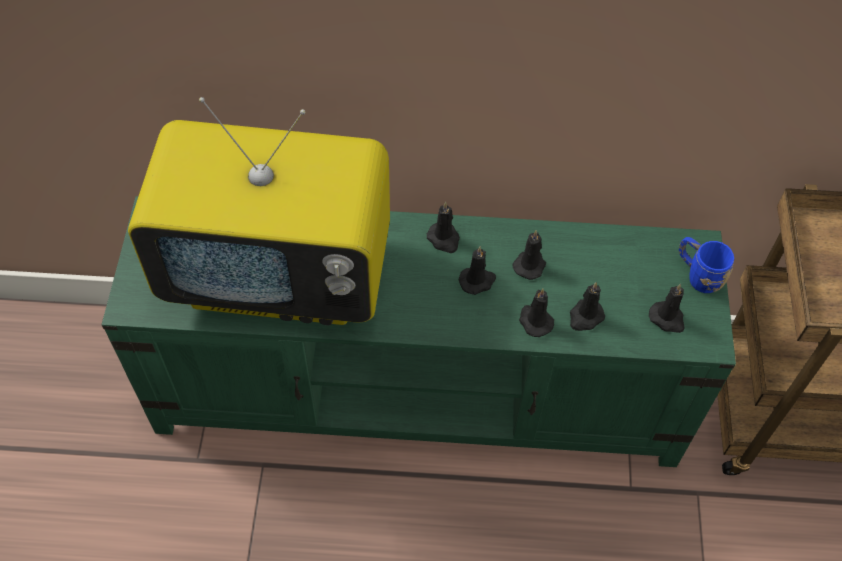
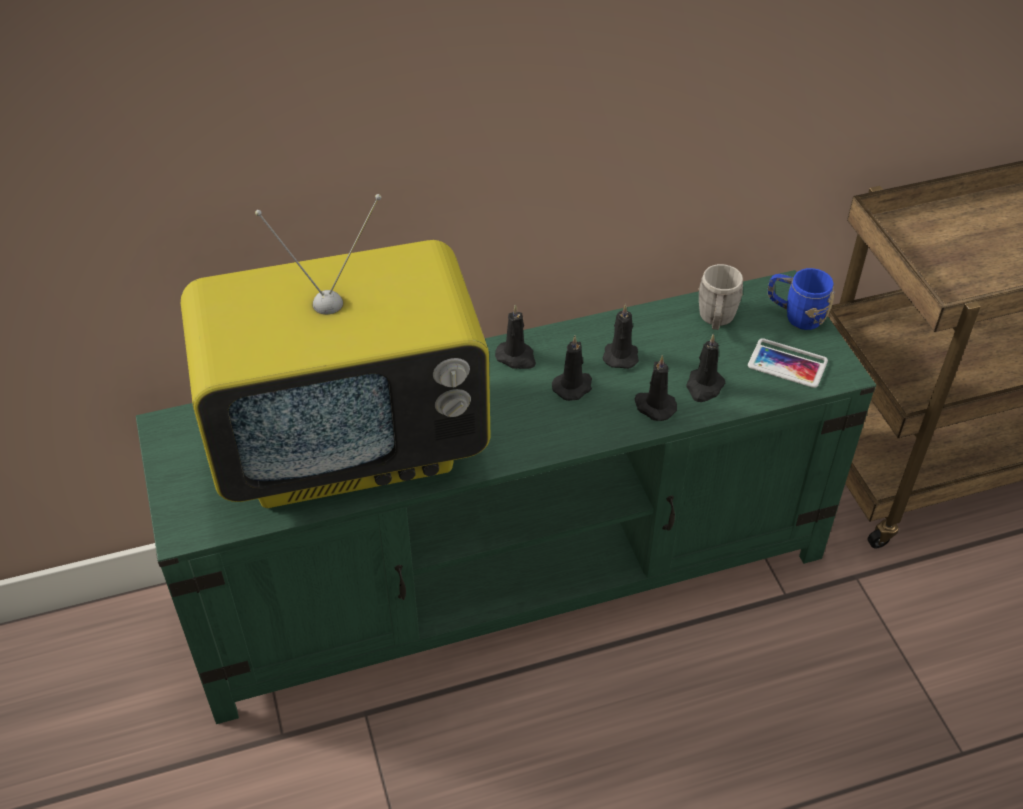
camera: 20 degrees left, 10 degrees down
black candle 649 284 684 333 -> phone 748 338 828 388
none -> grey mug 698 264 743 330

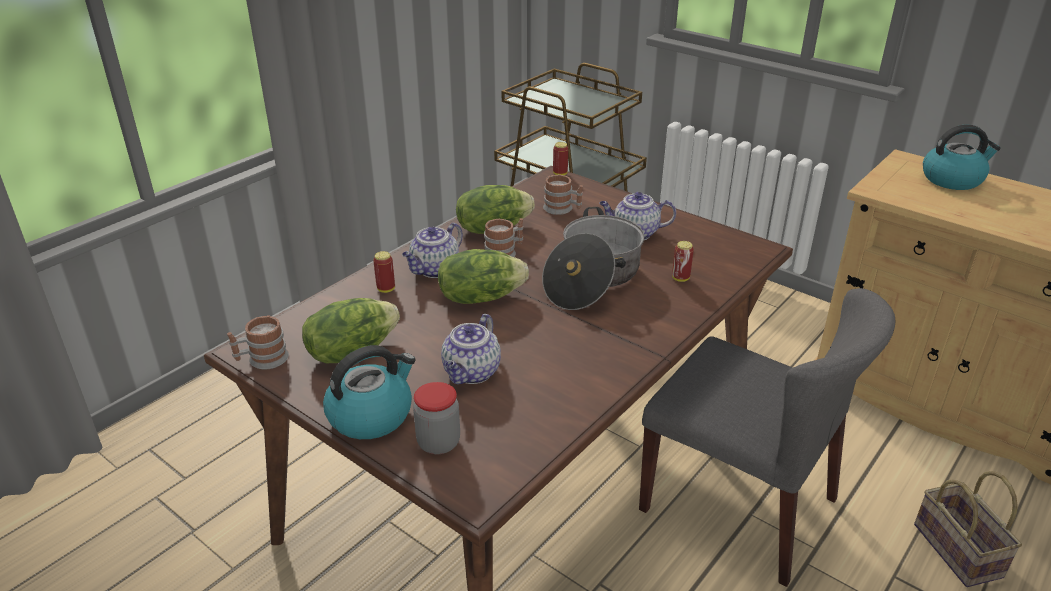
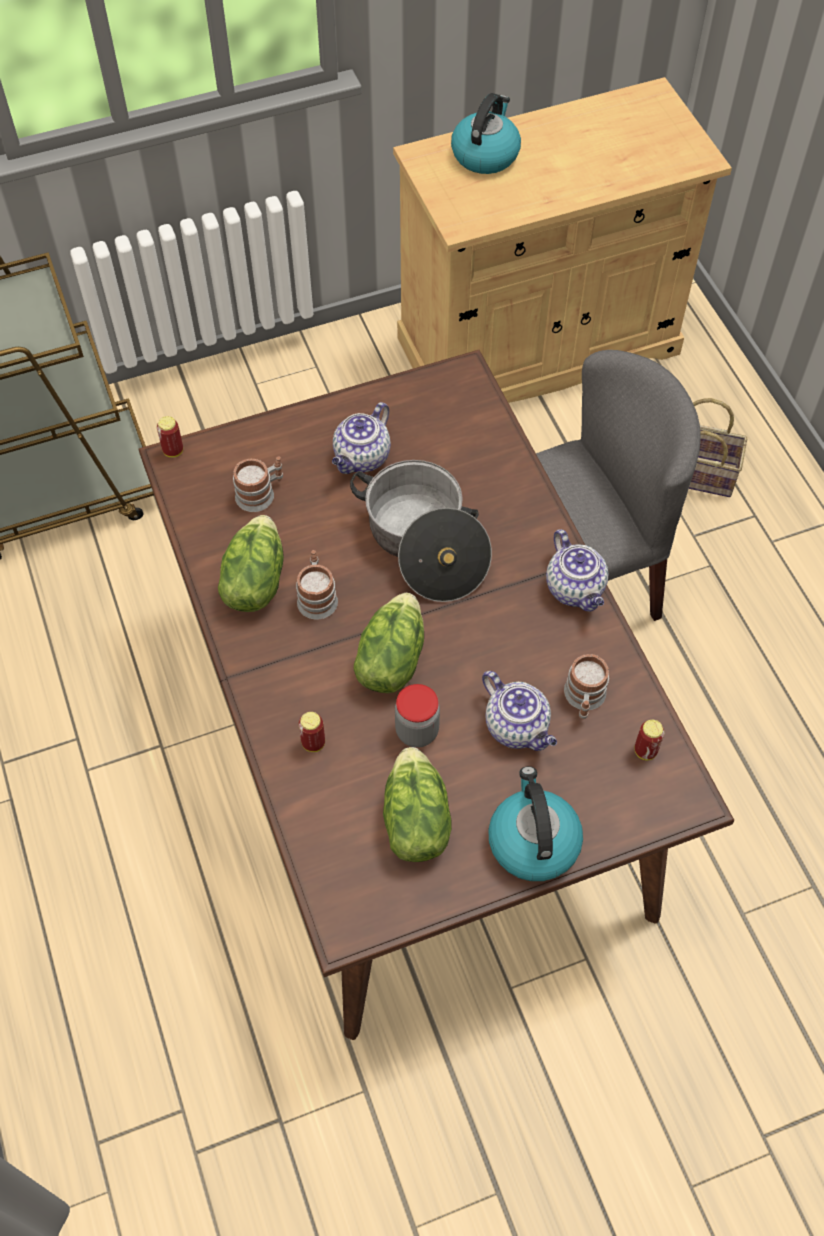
camera: 60 degrees left, 25 degrees up
mug 227 315 289 370 -> mug 564 654 609 719, moved
teapot 402 223 463 278 -> teapot 546 529 608 612, moved
jar 413 382 460 454 -> jar 395 684 440 748, moved
can 672 241 694 282 -> can 634 720 664 760, moved

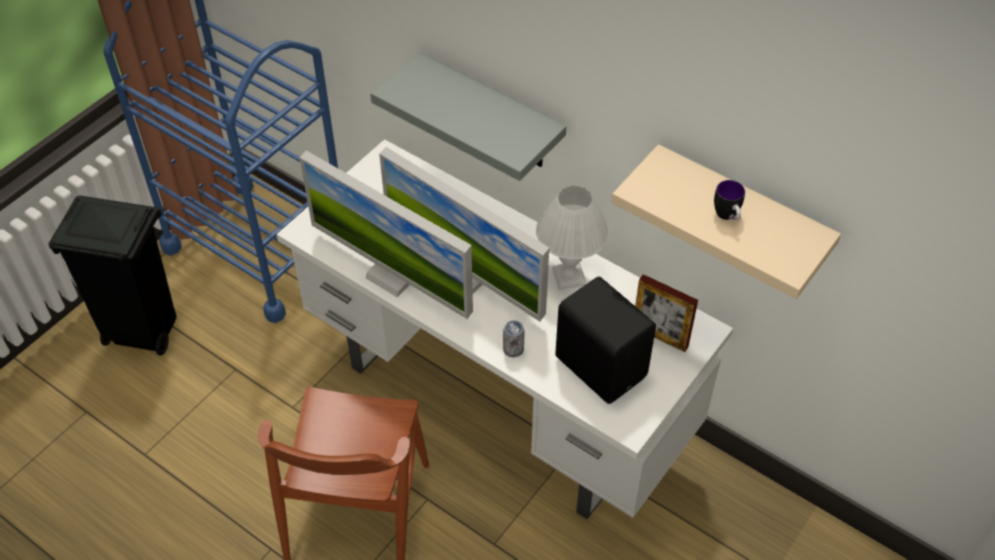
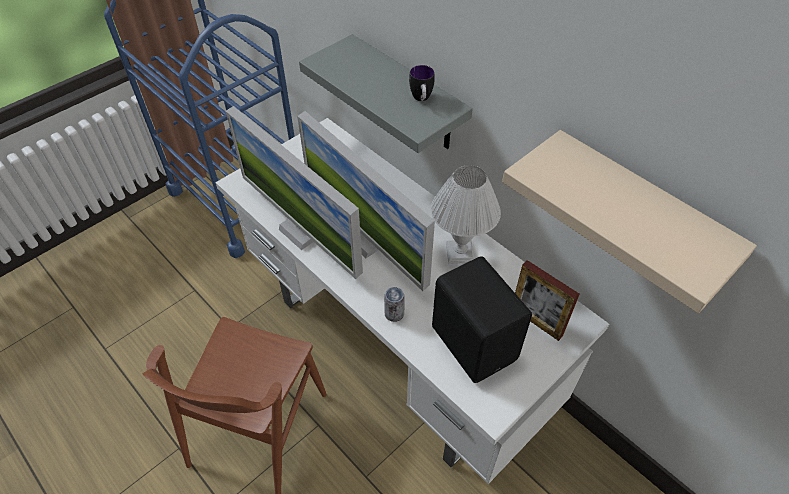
camera: 10 degrees right, 0 degrees up
black trash can 48 196 176 355 -> none
mug 714 180 745 220 -> mug 409 65 435 101, moved

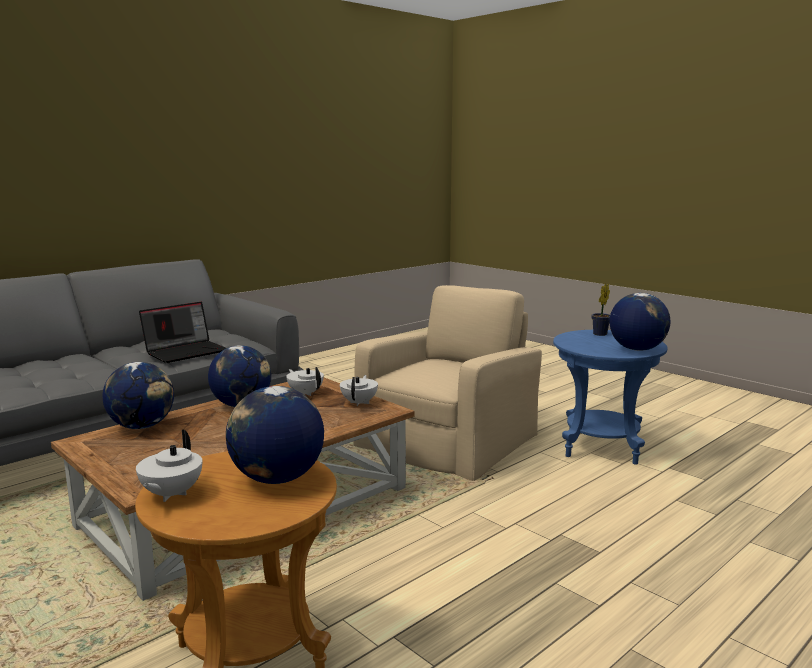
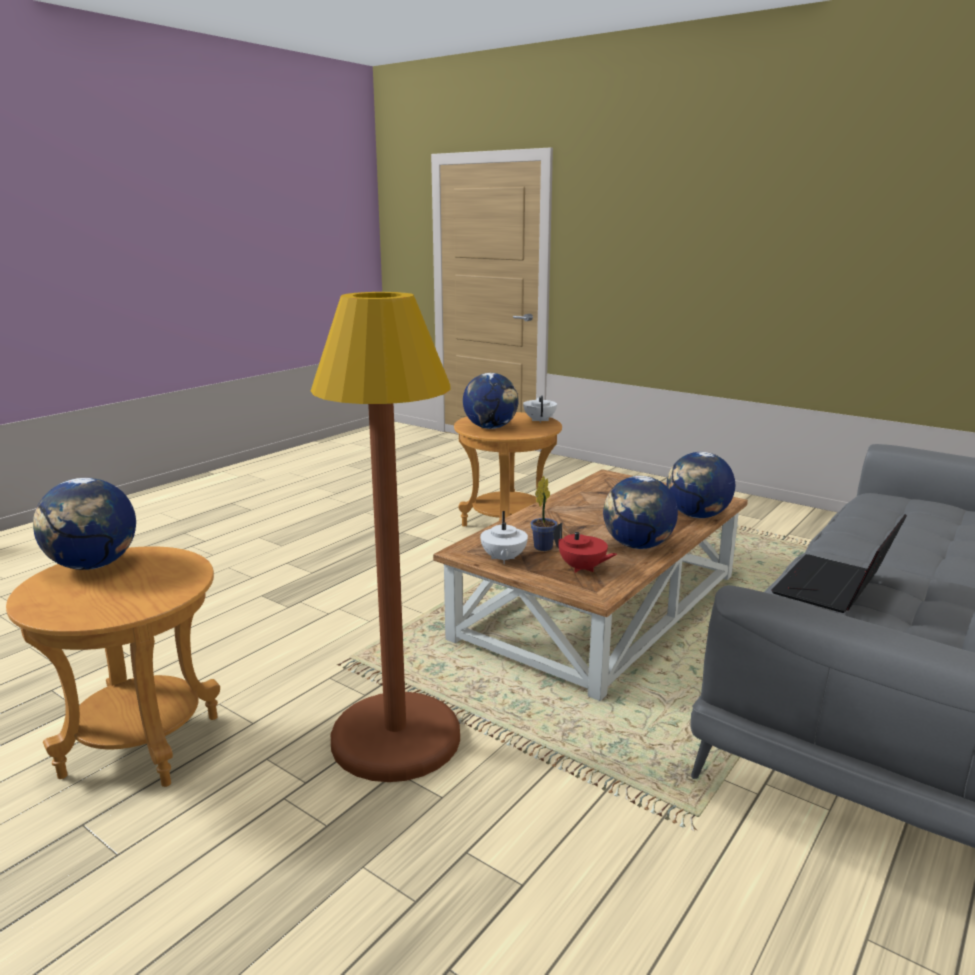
camera: 170 degrees right, 5 degrees up
white teapot 287 367 324 396 -> red teapot 554 523 617 573
beige armchair 353 285 542 481 -> brown floor lamp 311 292 460 782
blue side table 553 330 668 465 -> brown side table 6 546 220 787
potted plant 591 284 610 336 -> potted plant 530 476 557 551, moved

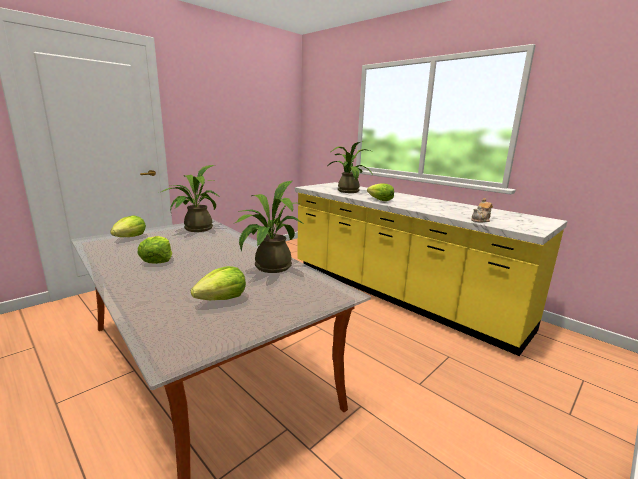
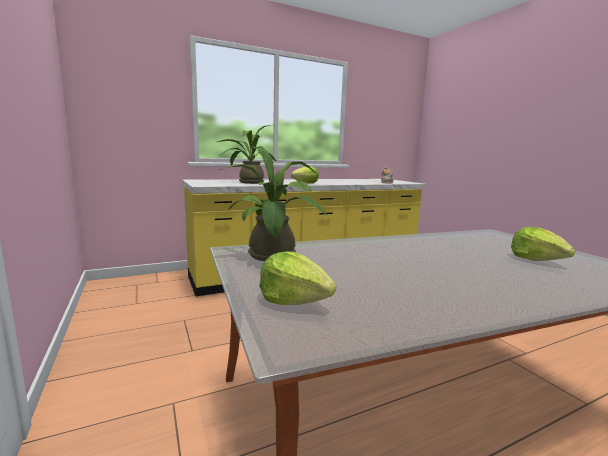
camera: 70 degrees left, 5 degrees down
lettuce 137 236 172 264 -> none
potted plant 233 181 302 273 -> none

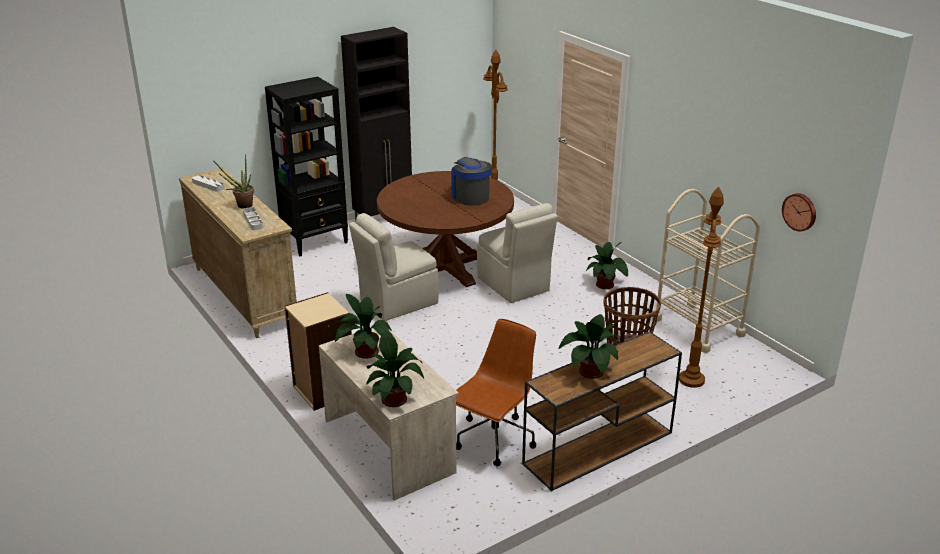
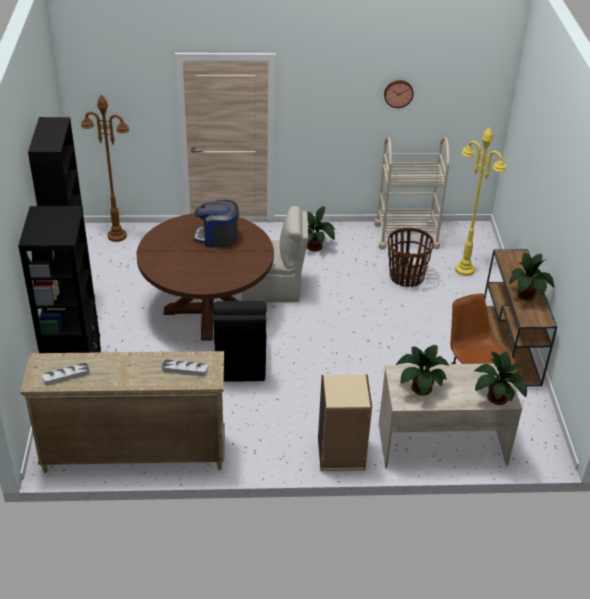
camera: 60 degrees left, 10 degrees up
potted plant 213 154 254 209 -> none
beige chair 349 213 439 321 -> black chair 213 301 267 382
brown floor lamp 679 187 724 388 -> yellow floor lamp 455 127 506 276
wall clock 782 193 816 231 -> wall clock 384 80 414 108, moved

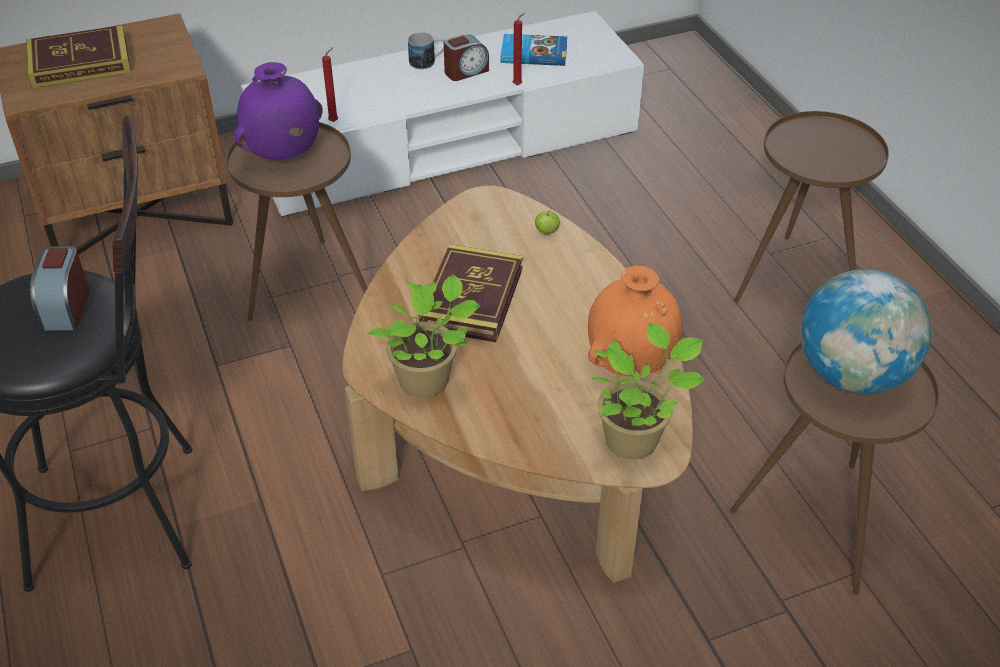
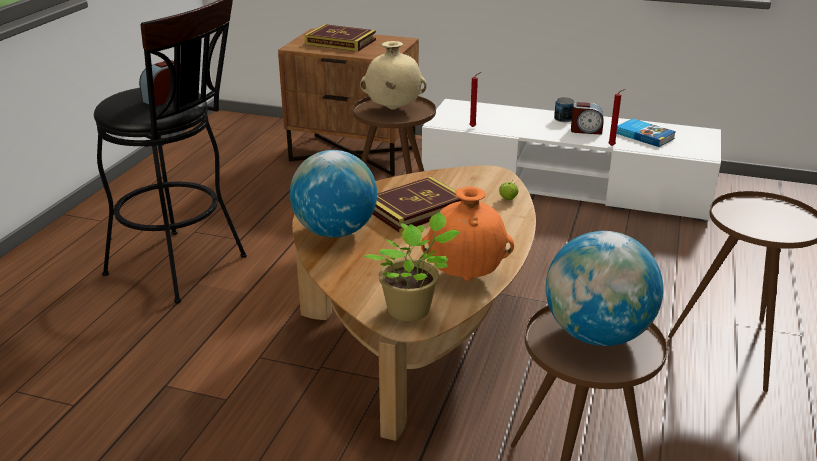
camera: 40 degrees right, 15 degrees down
purple vase 234 62 323 160 -> beige vase 360 41 427 110
potted plant 367 274 480 398 -> globe 290 150 377 238

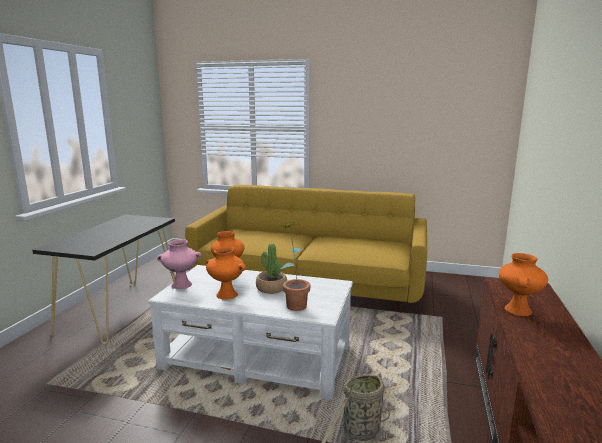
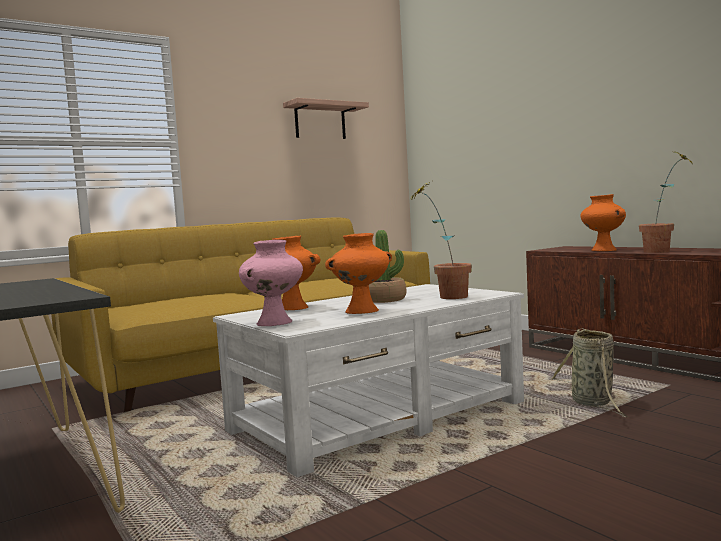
camera: 50 degrees left, 10 degrees down
none -> shelf 283 98 369 139
none -> potted plant 639 151 694 253

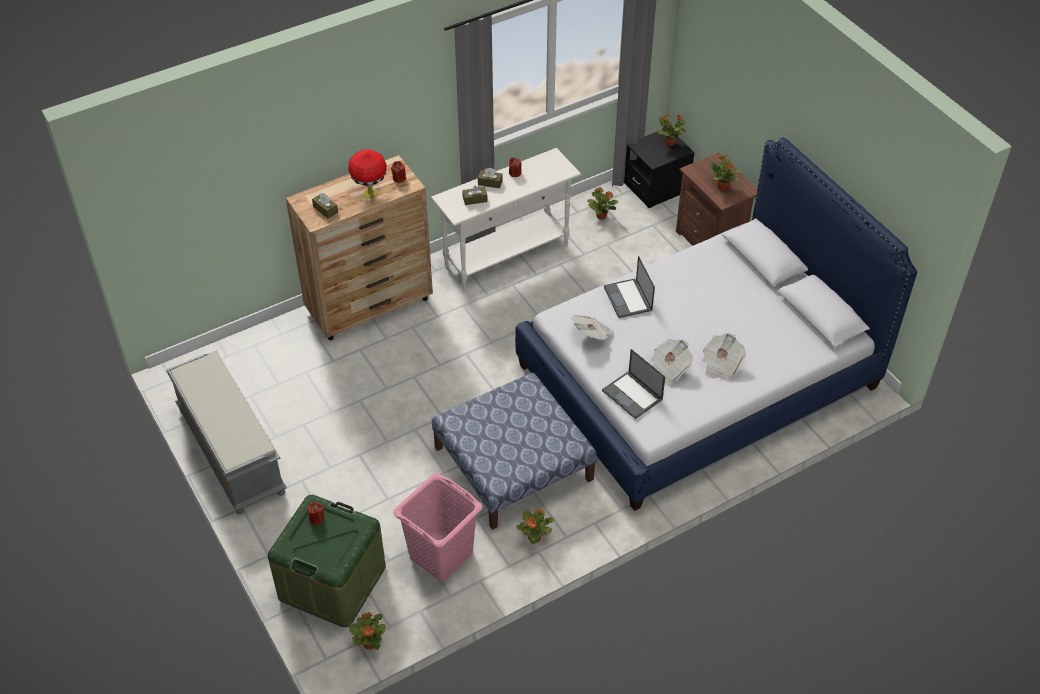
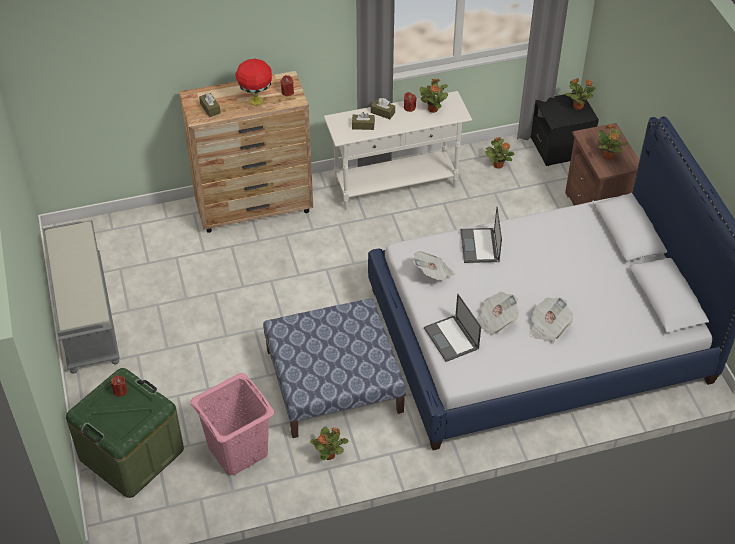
camera: 15 degrees right, 0 degrees up
potted plant 349 612 386 650 -> potted plant 420 79 448 113, moved

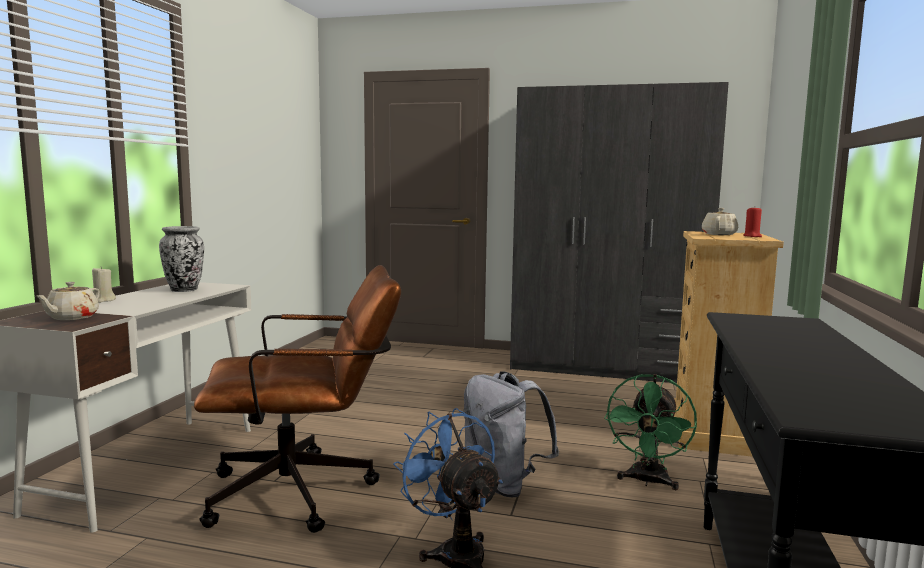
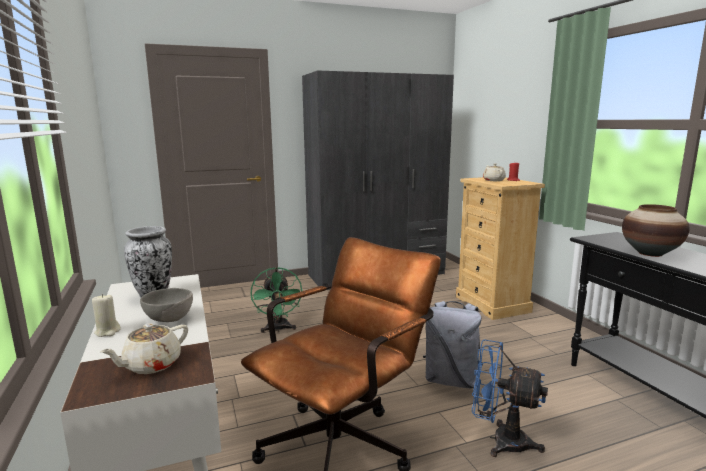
camera: 35 degrees left, 5 degrees up
beige teapot 36 282 100 320 -> beige teapot 100 323 188 374, 60 degrees clockwise
green fan 604 374 697 490 -> green fan 251 267 302 333, moved
none -> grey bowl 140 288 193 322
none -> vase 622 204 690 257

